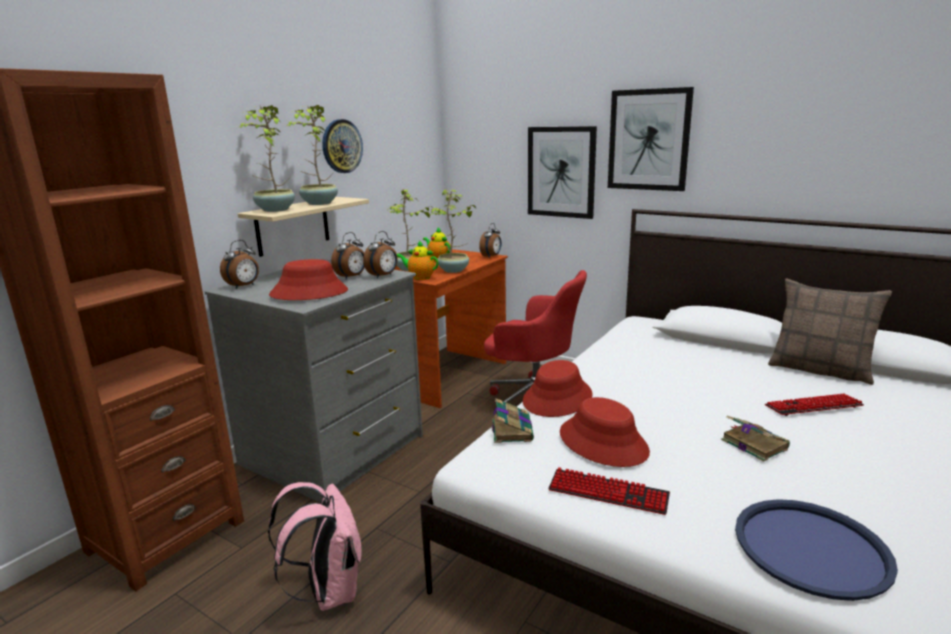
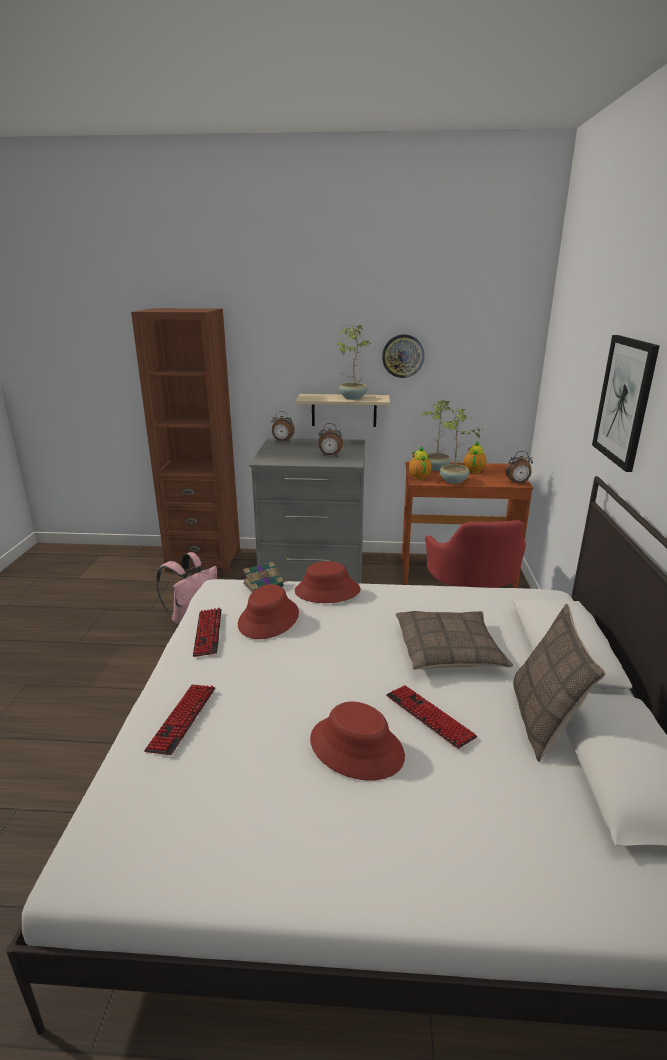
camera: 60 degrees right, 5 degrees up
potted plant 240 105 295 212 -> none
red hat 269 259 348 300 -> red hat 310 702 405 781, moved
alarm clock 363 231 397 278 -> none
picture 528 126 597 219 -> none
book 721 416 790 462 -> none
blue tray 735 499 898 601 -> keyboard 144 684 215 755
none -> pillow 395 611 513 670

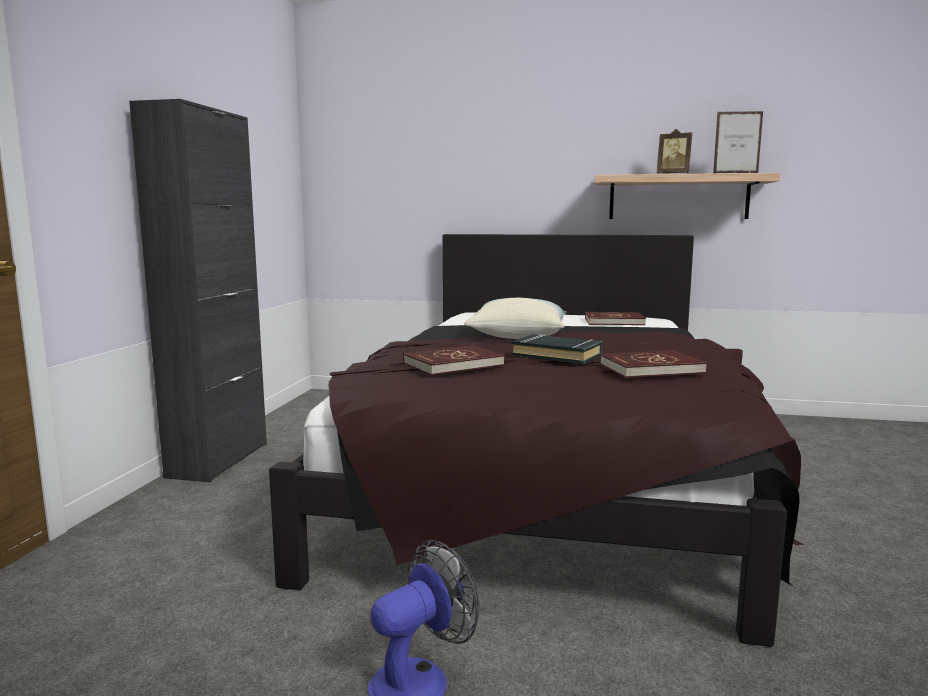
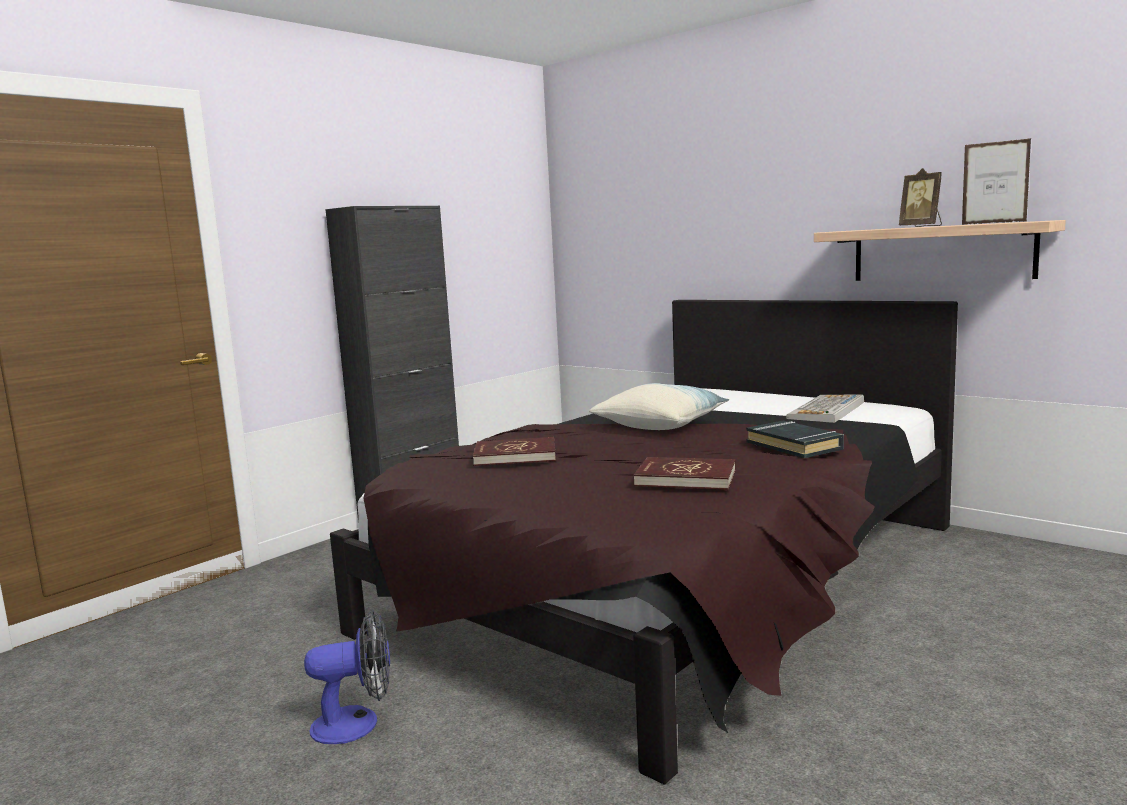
camera: 30 degrees right, 0 degrees up
black book 511 334 603 364 -> black book 746 421 844 458, moved
red book 585 312 646 325 -> keyboard 786 395 864 423

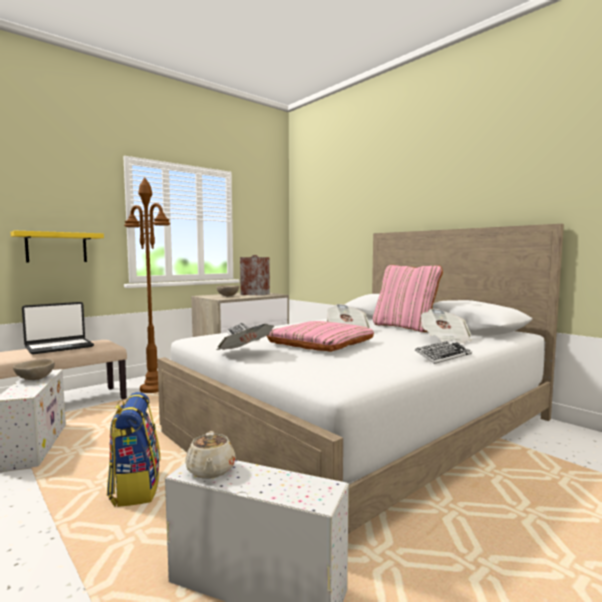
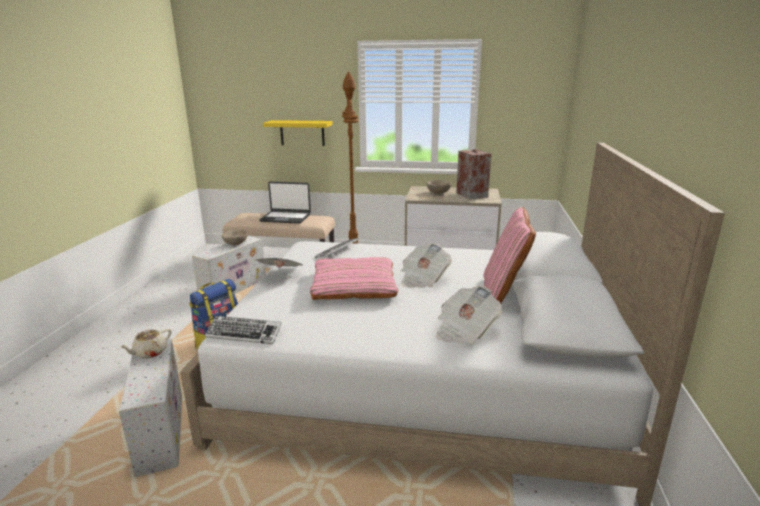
camera: 50 degrees right, 15 degrees up
keyboard 415 340 472 364 -> keyboard 205 316 282 344, moved

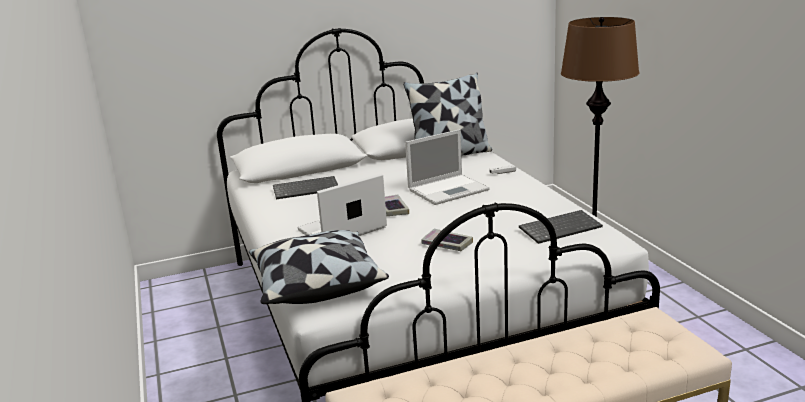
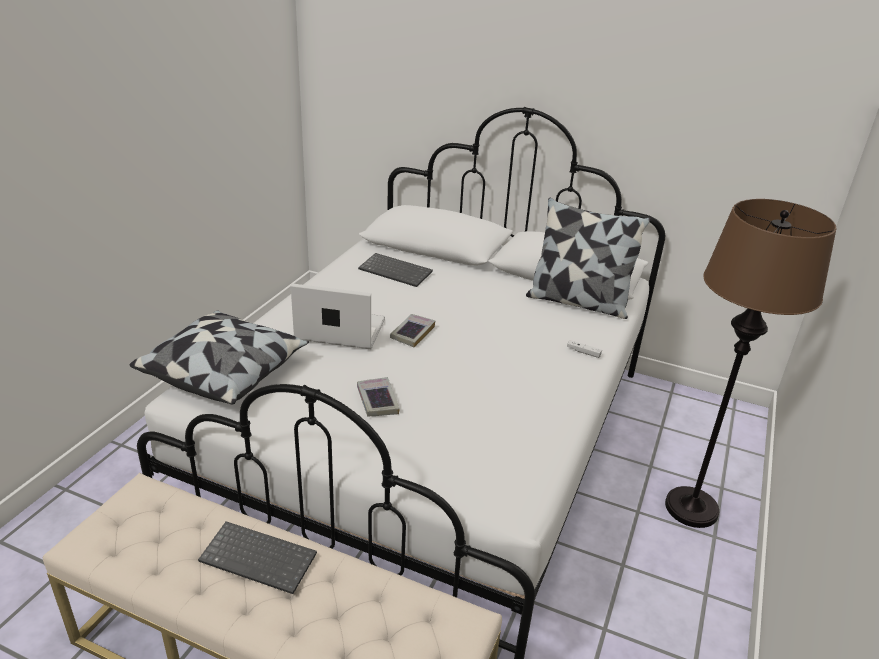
camera: 40 degrees right, 10 degrees up
laptop 405 129 490 205 -> none
keyboard 519 210 603 244 -> keyboard 198 521 317 594, moved

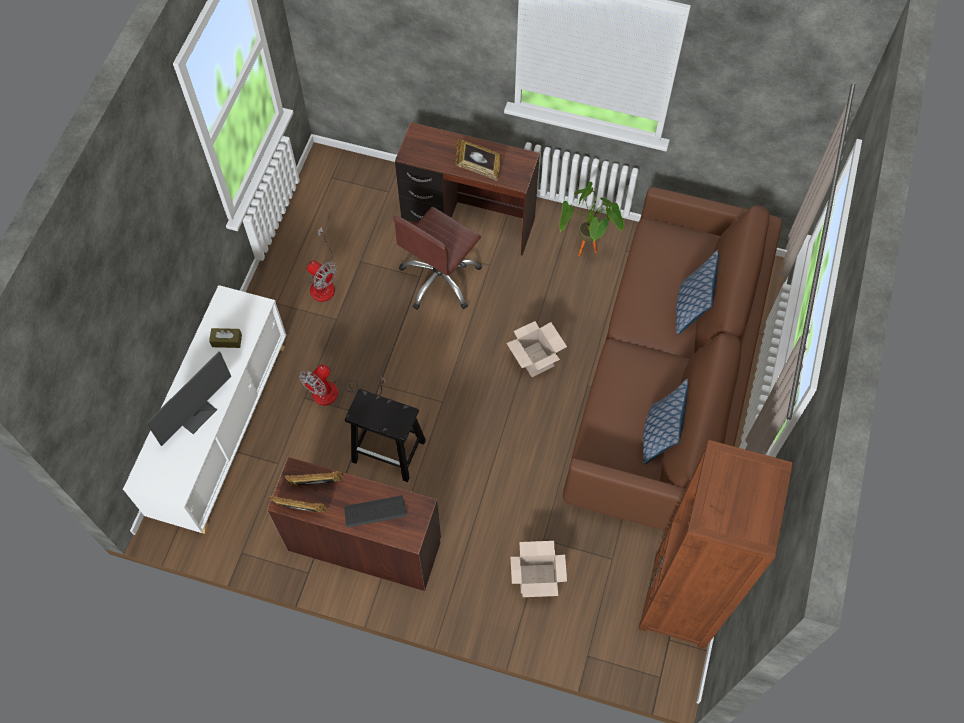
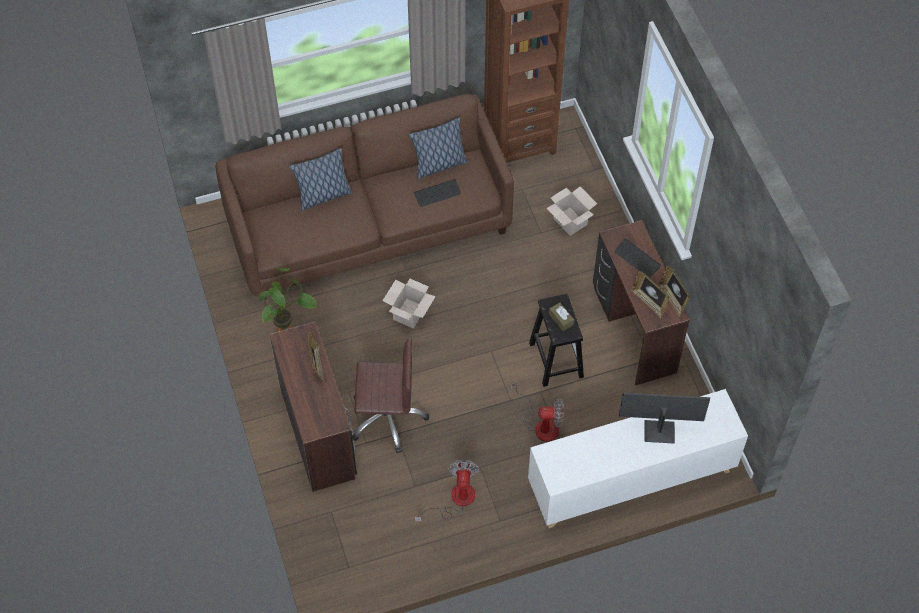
camera: 125 degrees left, 5 degrees down
brown tissue box 209 328 242 348 -> brown tissue box 549 302 574 331, moved
none -> keyboard 414 179 461 207

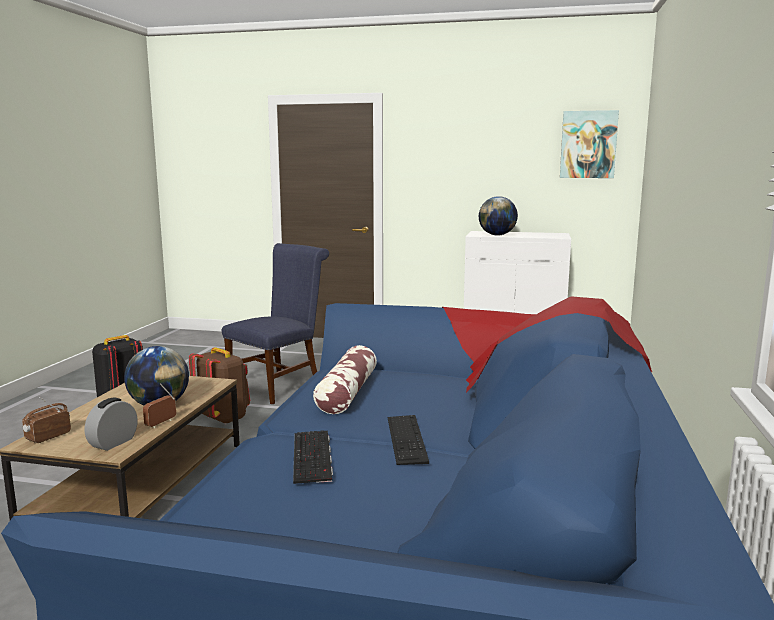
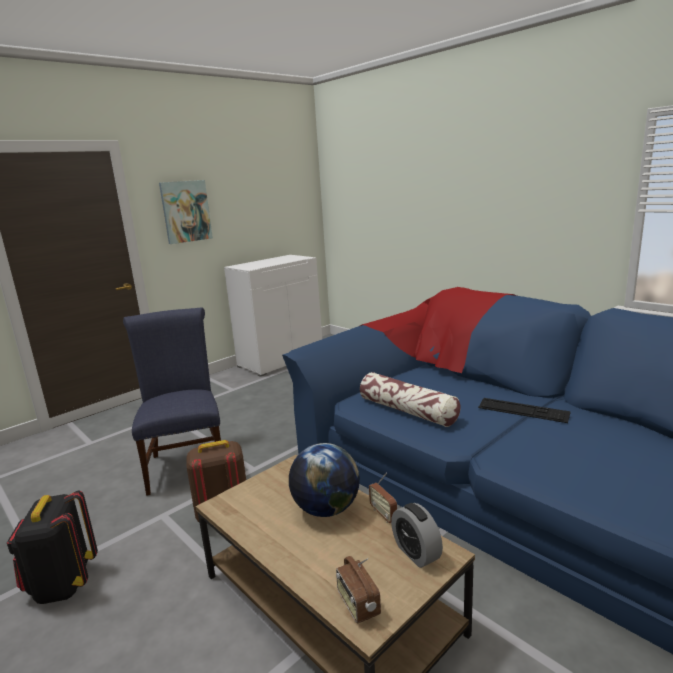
camera: 55 degrees left, 5 degrees up
keyboard 293 430 333 484 -> none
globe 479 196 518 235 -> none
picture 560 110 619 178 -> picture 159 180 213 244, moved

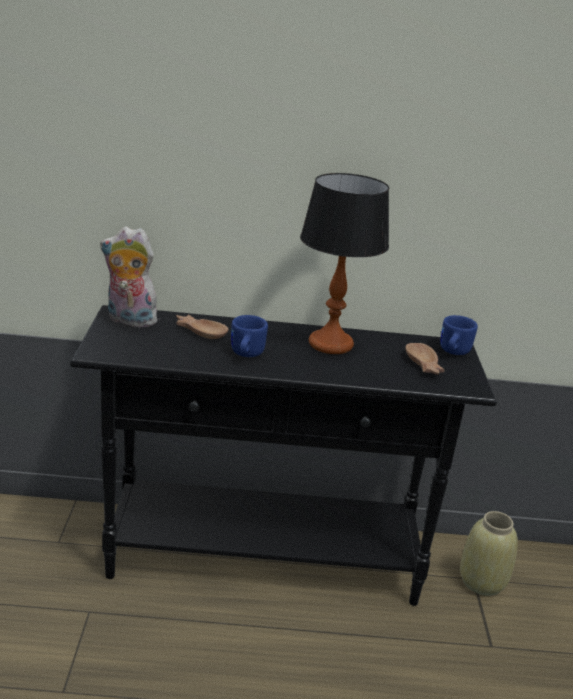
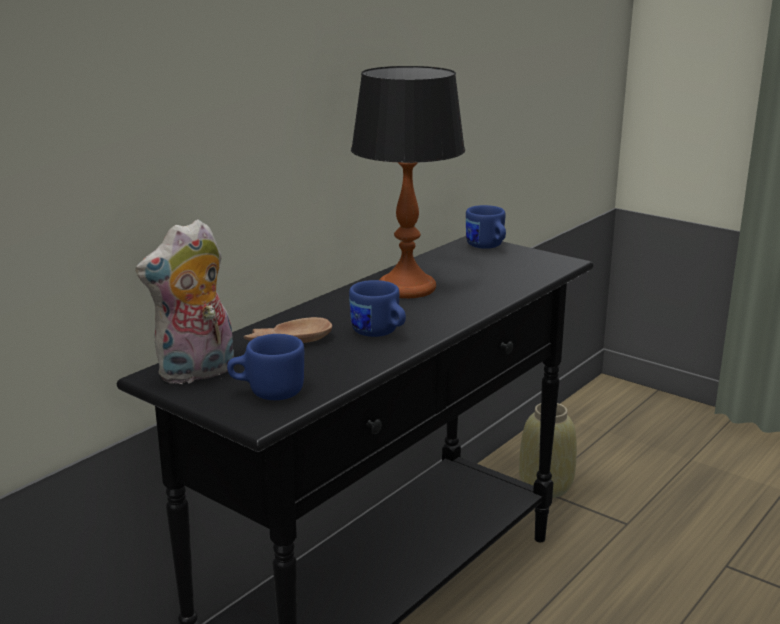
camera: 50 degrees left, 5 degrees down
brown bowl 406 343 445 375 -> none
none -> blue mug 227 334 304 400

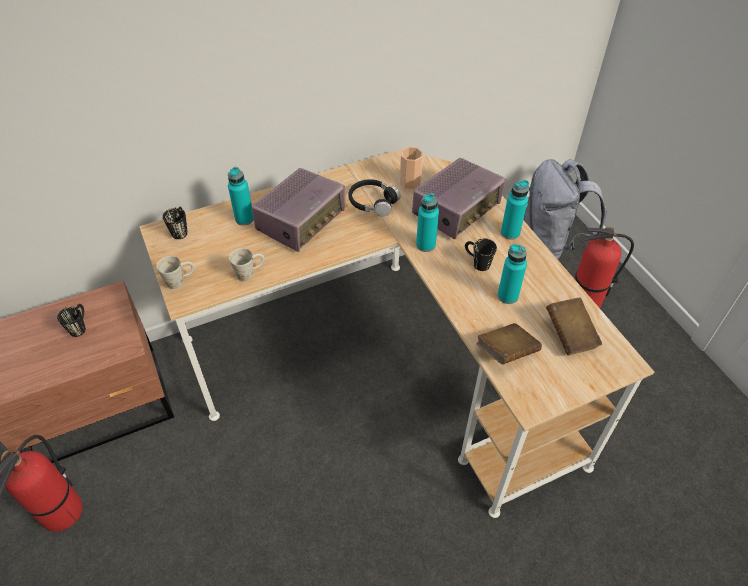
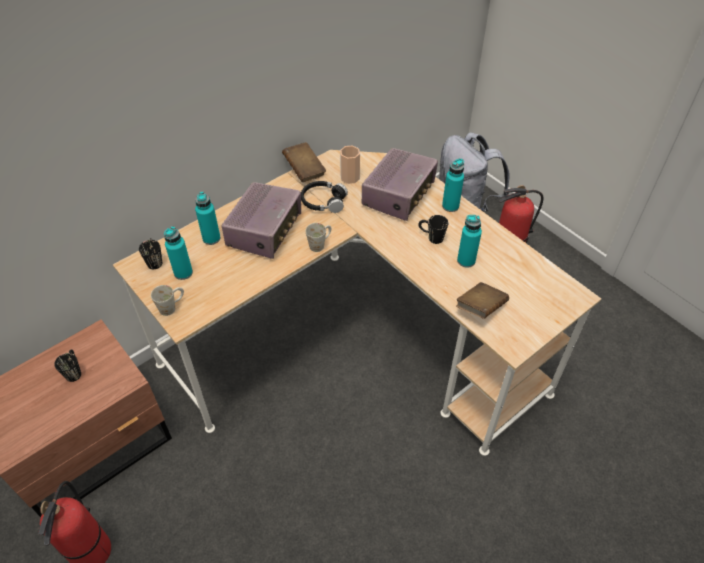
camera: 15 degrees left, 0 degrees up
white mug 229 248 265 281 -> white mug 305 223 332 252, moved
turquoise bottle 416 193 439 252 -> turquoise bottle 164 226 193 280, moved
brown book 546 297 602 355 -> brown book 282 142 326 182, moved

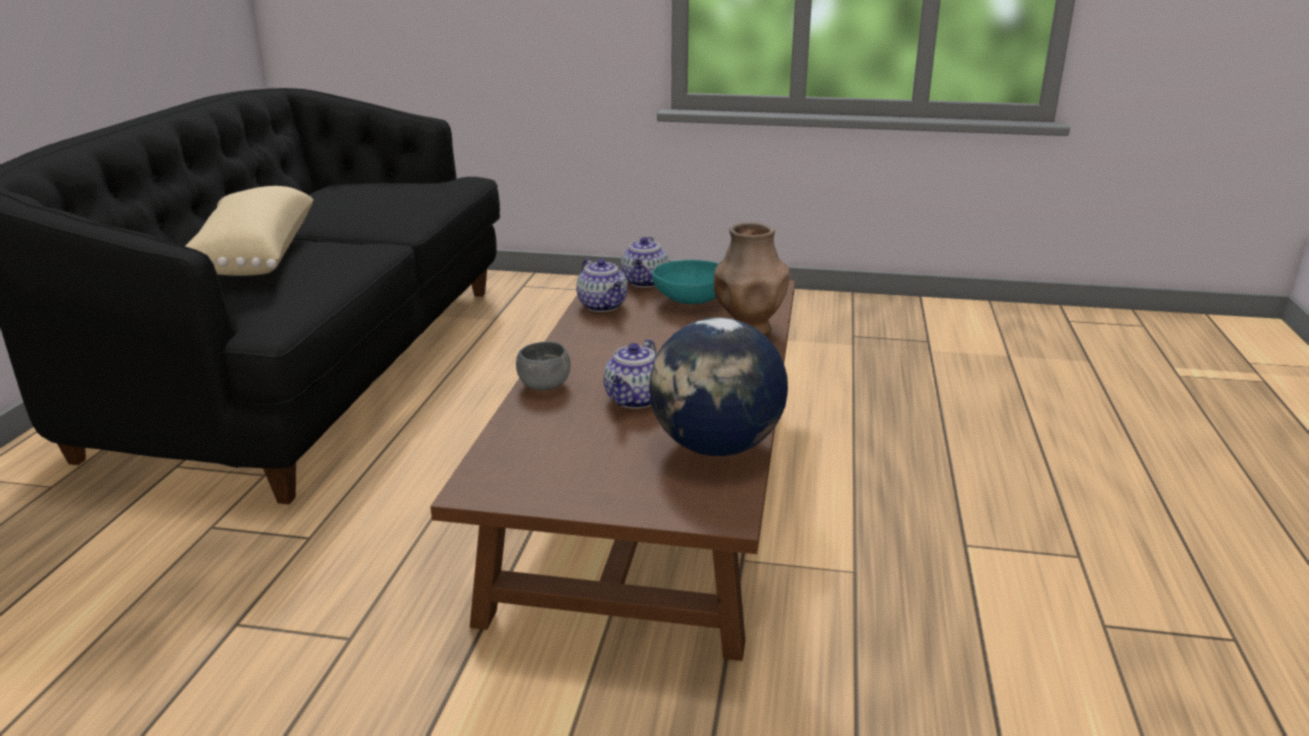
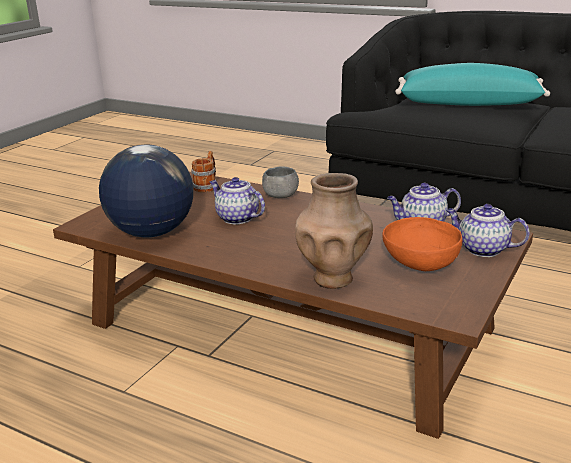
camera: 110 degrees right, 0 degrees up
beige pillow 186 186 314 276 -> turquoise pillow 395 63 550 106
turquoise bowl 652 260 719 304 -> orange bowl 382 217 462 271
none -> mug 191 151 216 192

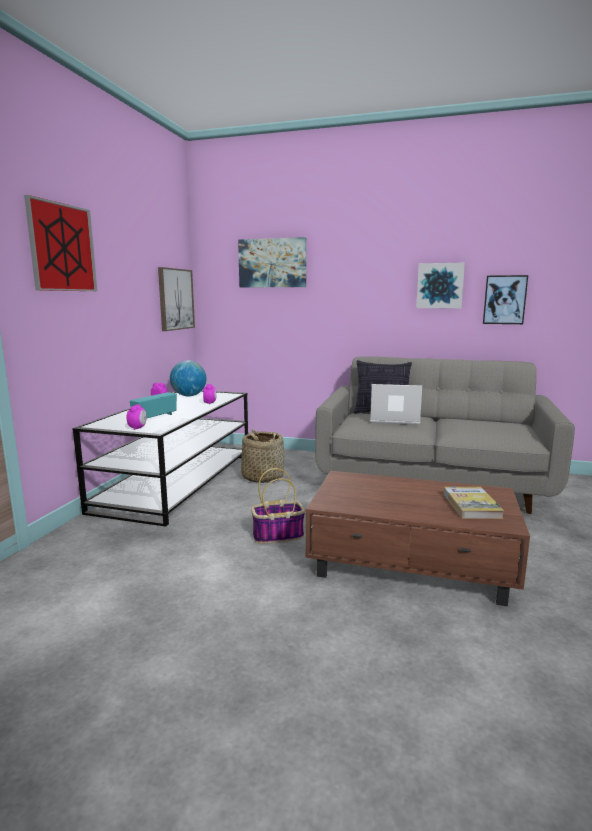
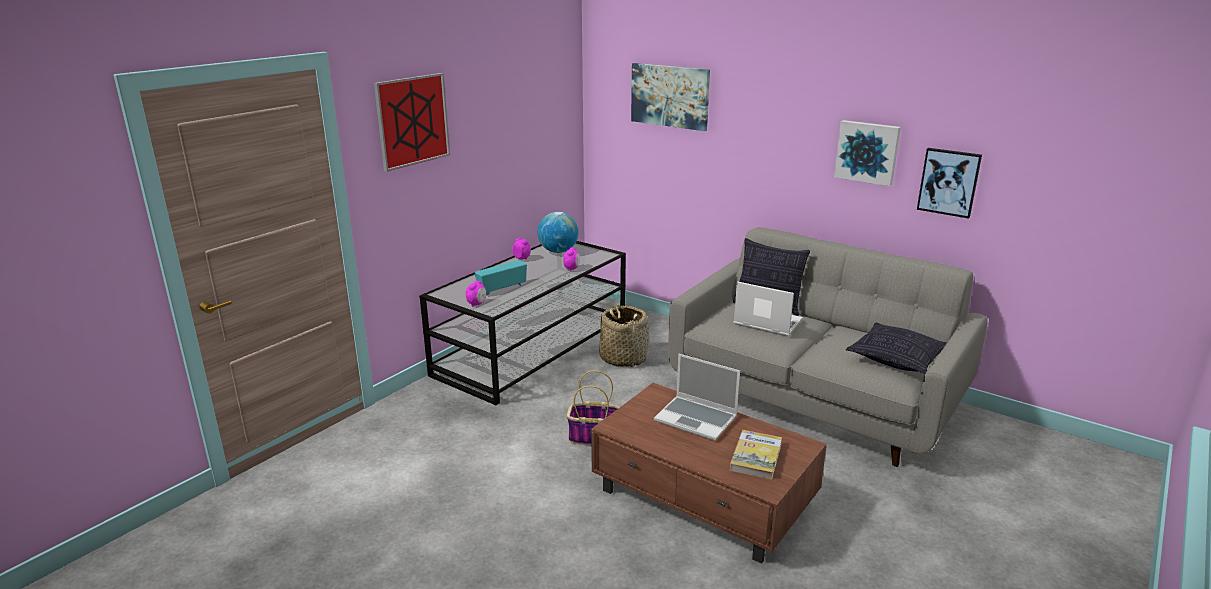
camera: 20 degrees right, 10 degrees up
picture 158 267 195 331 -> none
none -> laptop 654 354 740 441
none -> pillow 846 322 947 374

